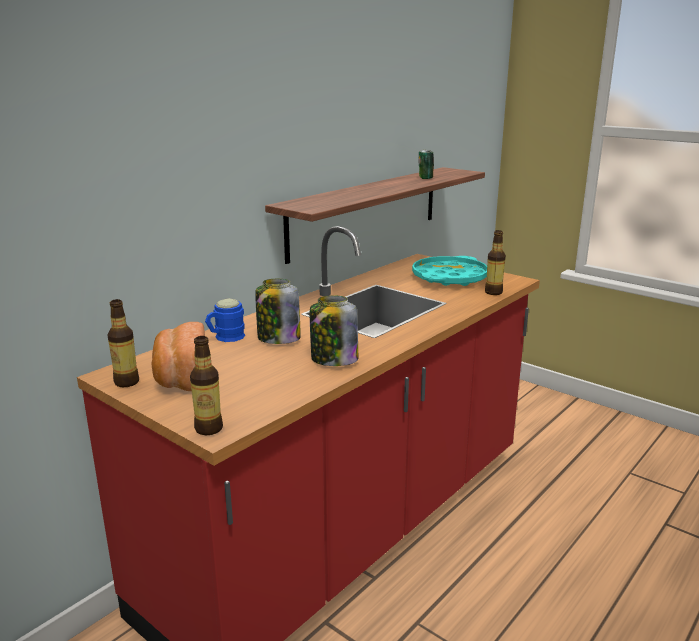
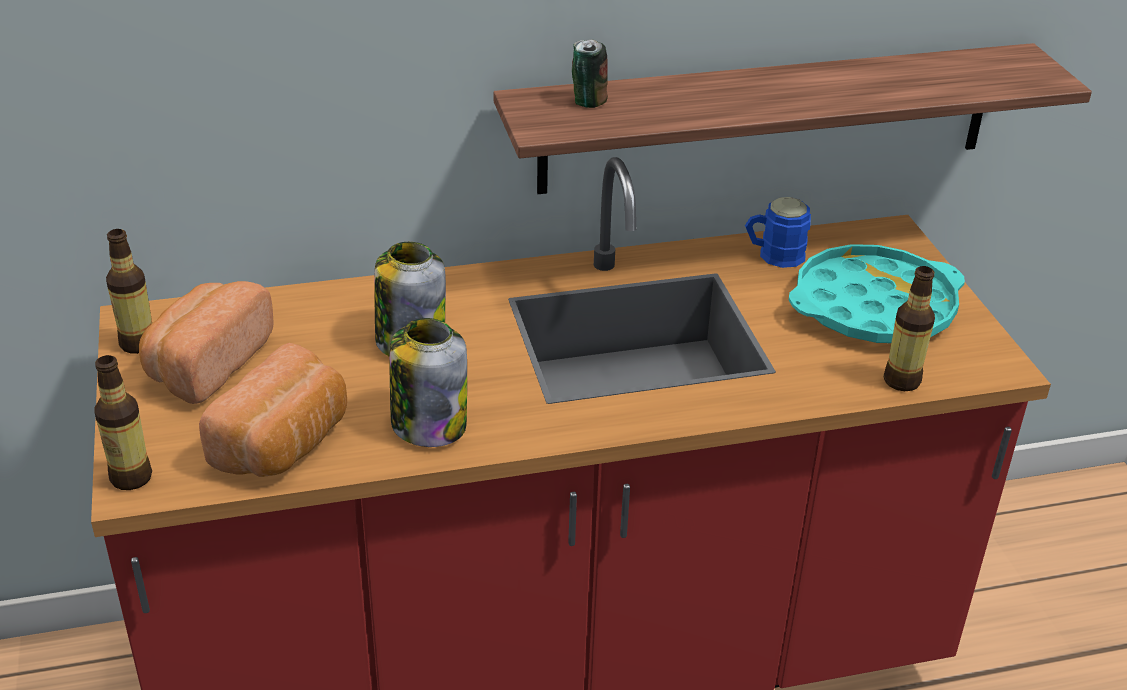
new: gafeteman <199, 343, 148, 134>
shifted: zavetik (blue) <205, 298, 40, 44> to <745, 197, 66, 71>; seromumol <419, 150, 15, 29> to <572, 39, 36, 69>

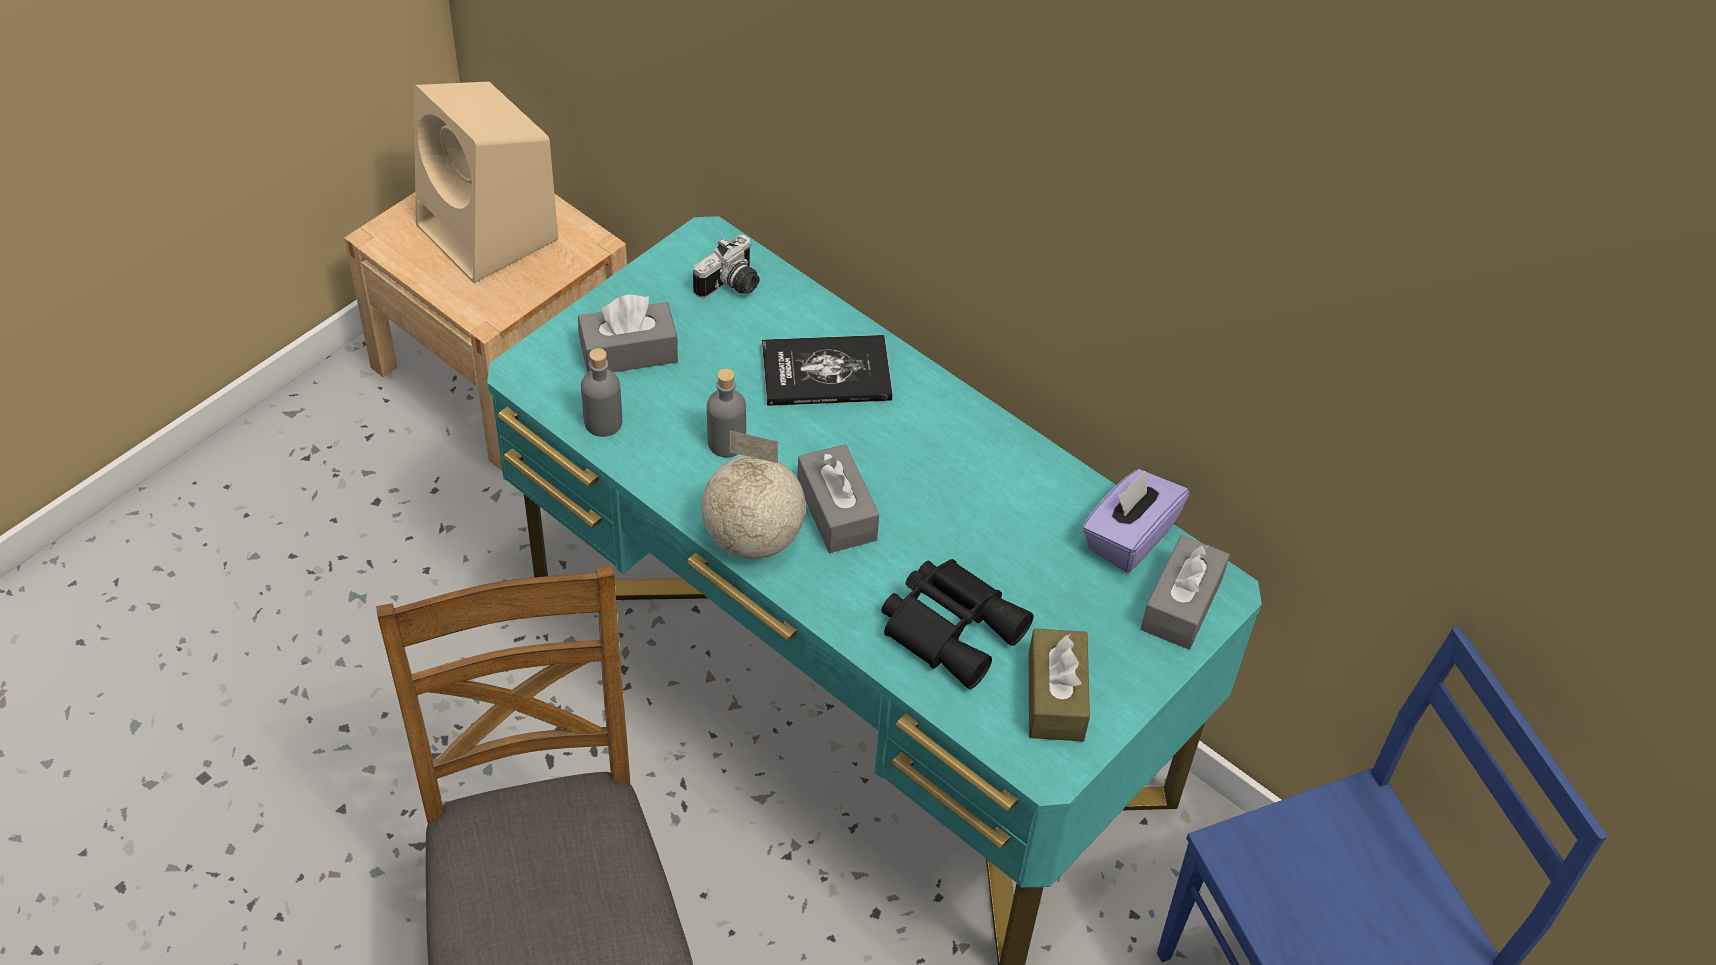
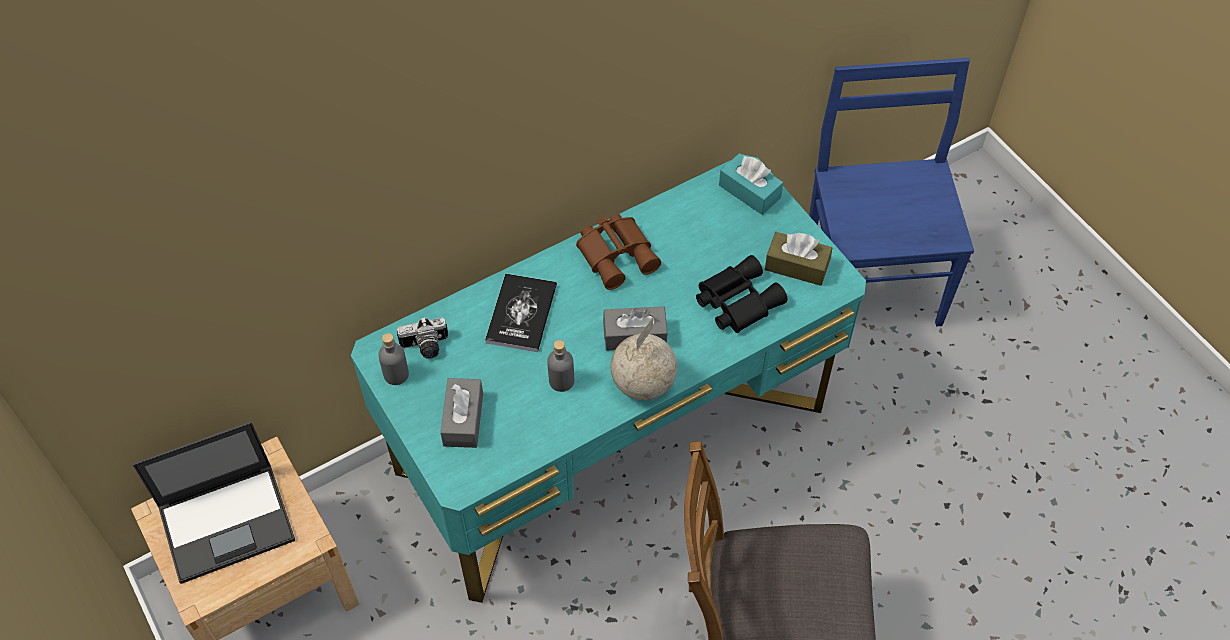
gone: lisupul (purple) <1082, 469, 107, 104>
new: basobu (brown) <576, 214, 85, 76>
shifted: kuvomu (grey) <581, 348, 41, 89> to <378, 333, 31, 52>
swapped: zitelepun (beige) <414, 82, 145, 201> to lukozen <133, 421, 162, 163>
repainted: lisupul (grey) <1141, 535, 89, 114> to lisupul (turquoise) <719, 153, 64, 62>
rotated: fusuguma <693, 235, 67, 63> = <397, 317, 51, 42> 105 degrees clockwise

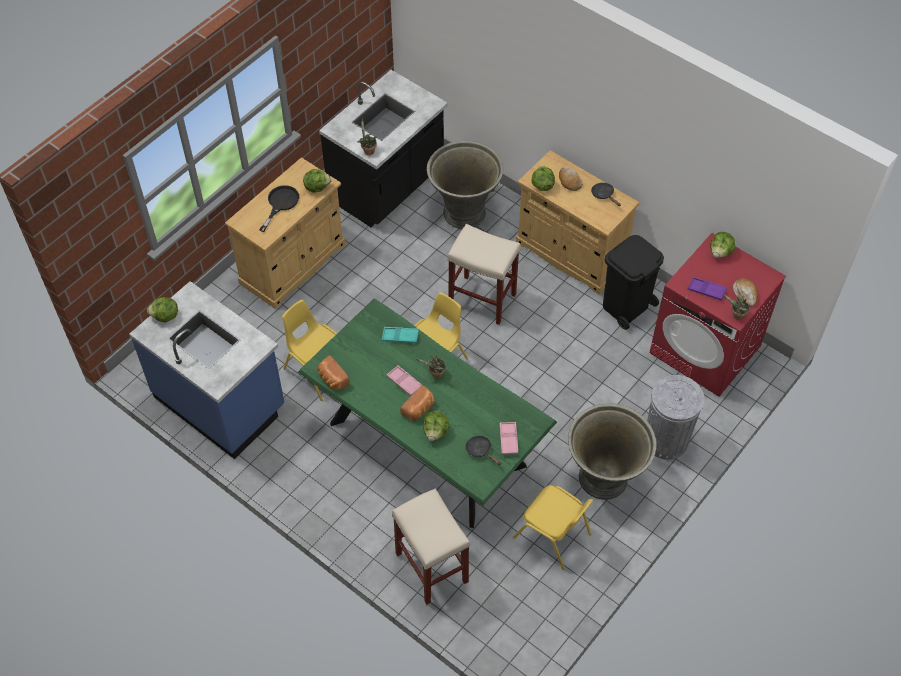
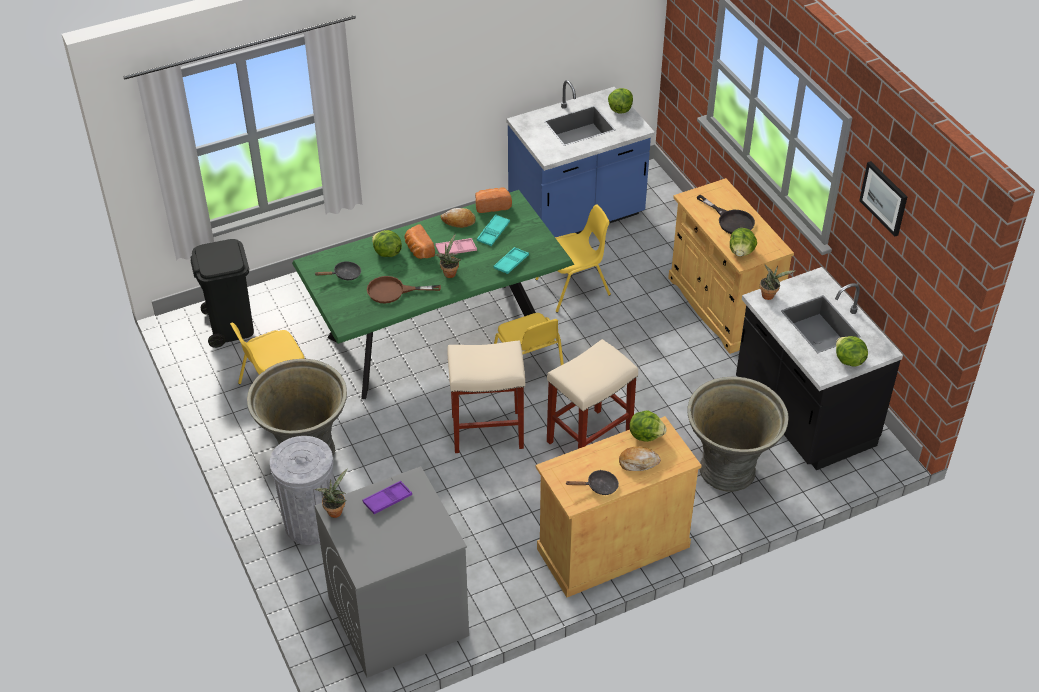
gone: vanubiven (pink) <500, 422, 18, 33>
new: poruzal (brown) <367, 276, 74, 28>; vanubiven (turquoise) <477, 214, 33, 32>; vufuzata <859, 161, 48, 75>
shifted: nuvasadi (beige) <392, 488, 78, 117> to <447, 341, 78, 112>; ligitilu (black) <603, 235, 61, 95> to <190, 239, 64, 109>; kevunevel <710, 232, 25, 26> to <836, 336, 32, 31>; gafeteman <733, 278, 25, 29> to <440, 208, 36, 20>
repainted: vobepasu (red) <649, 233, 137, 164> to vobepasu (grey) <314, 466, 155, 212>

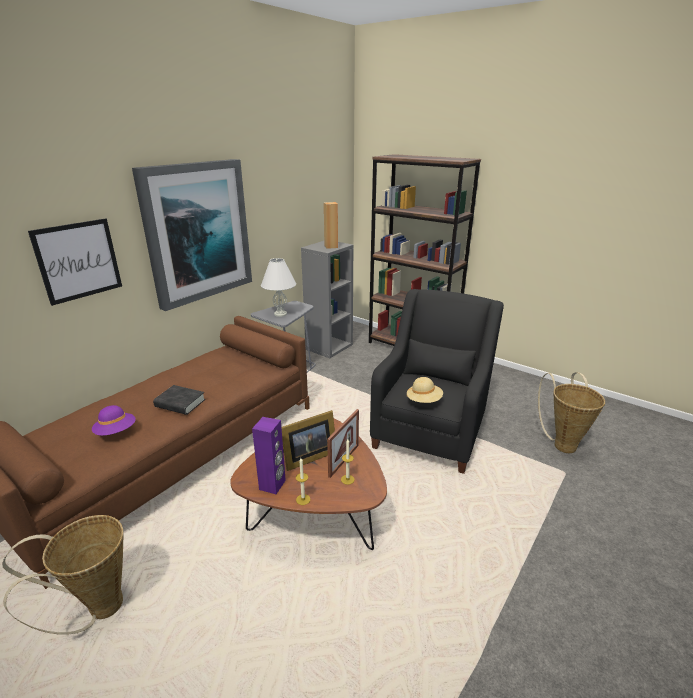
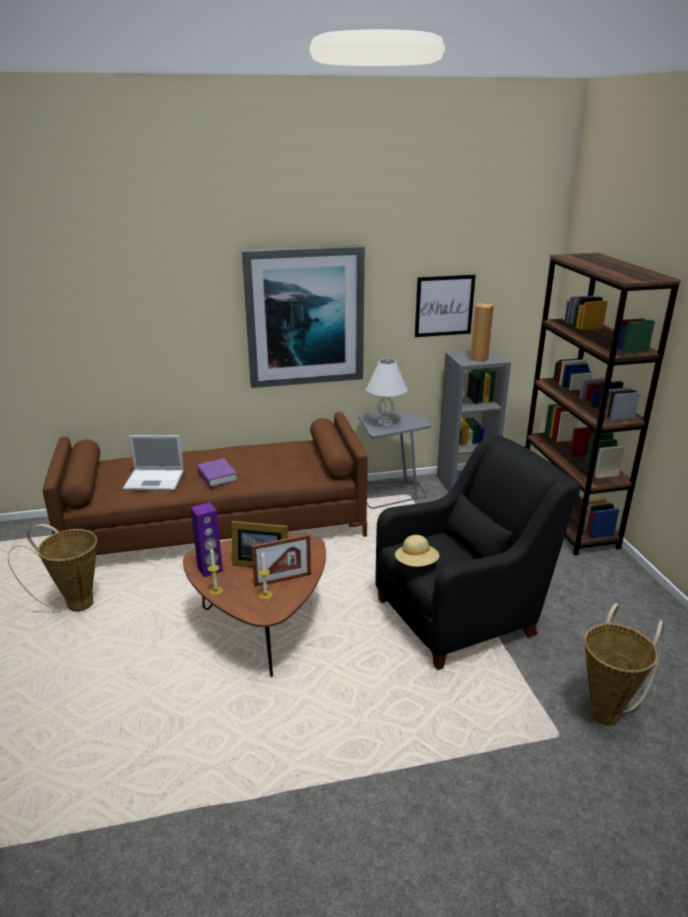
shifted: vufuzata <28, 218, 94, 88> to <415, 275, 61, 62>
swapped: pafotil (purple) <92, 405, 44, 31> to lukozen <123, 435, 61, 55>
repainted: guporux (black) <153, 385, 52, 30> to guporux (purple) <197, 458, 41, 29>

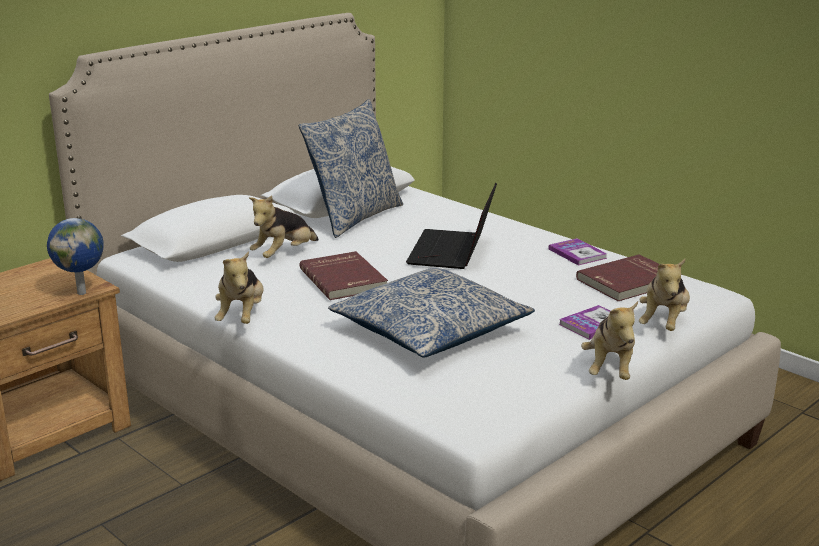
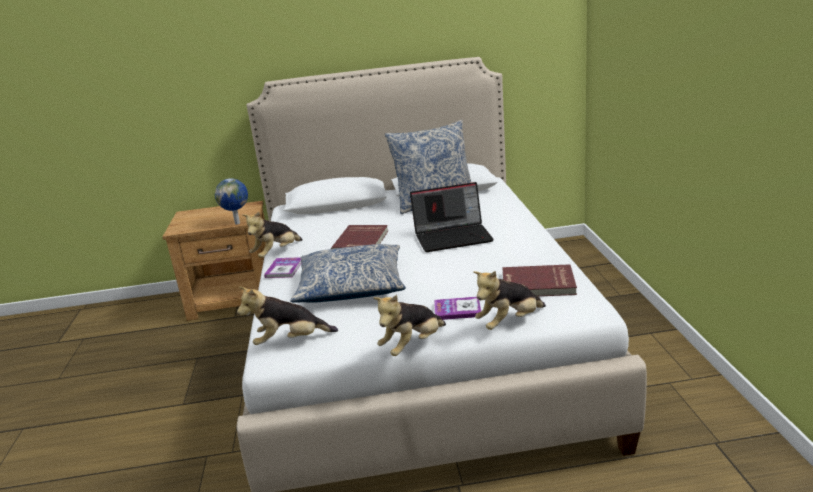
shifted: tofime <249, 196, 70, 62> to <237, 286, 101, 59>; guporux <548, 238, 59, 27> to <264, 257, 38, 21>
rotated: lukozen <406, 183, 91, 86> = <410, 182, 84, 70> 150 degrees counterclockwise

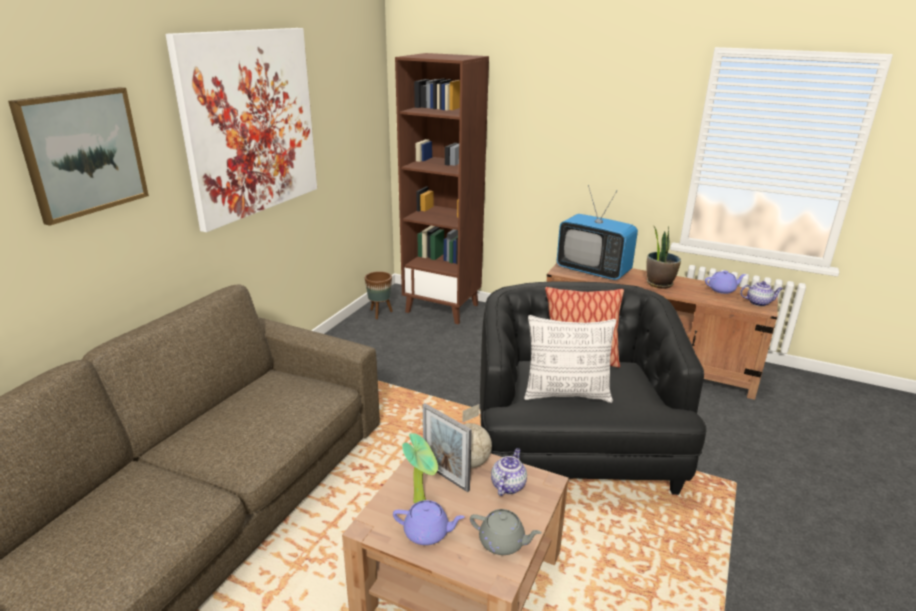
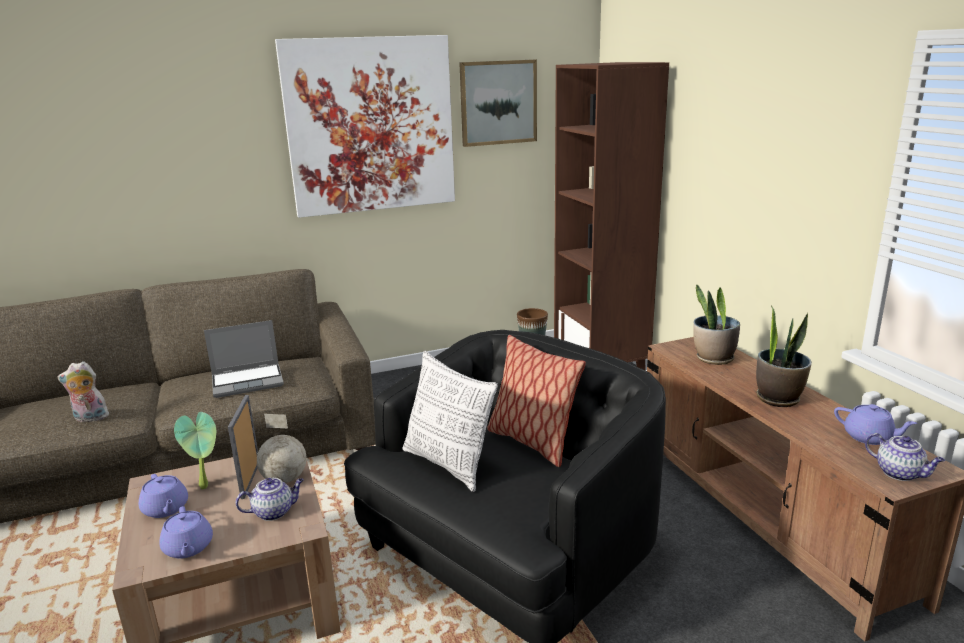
new: tofime <58, 361, 51, 61>; lukozen <204, 320, 80, 78>
shifted: vufuzata <8, 87, 141, 139> to <459, 60, 78, 87>
swapped: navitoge <557, 185, 81, 95> to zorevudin <693, 284, 47, 81>
repainted: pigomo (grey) <470, 509, 72, 46> to pigomo (purple) <159, 506, 54, 53>

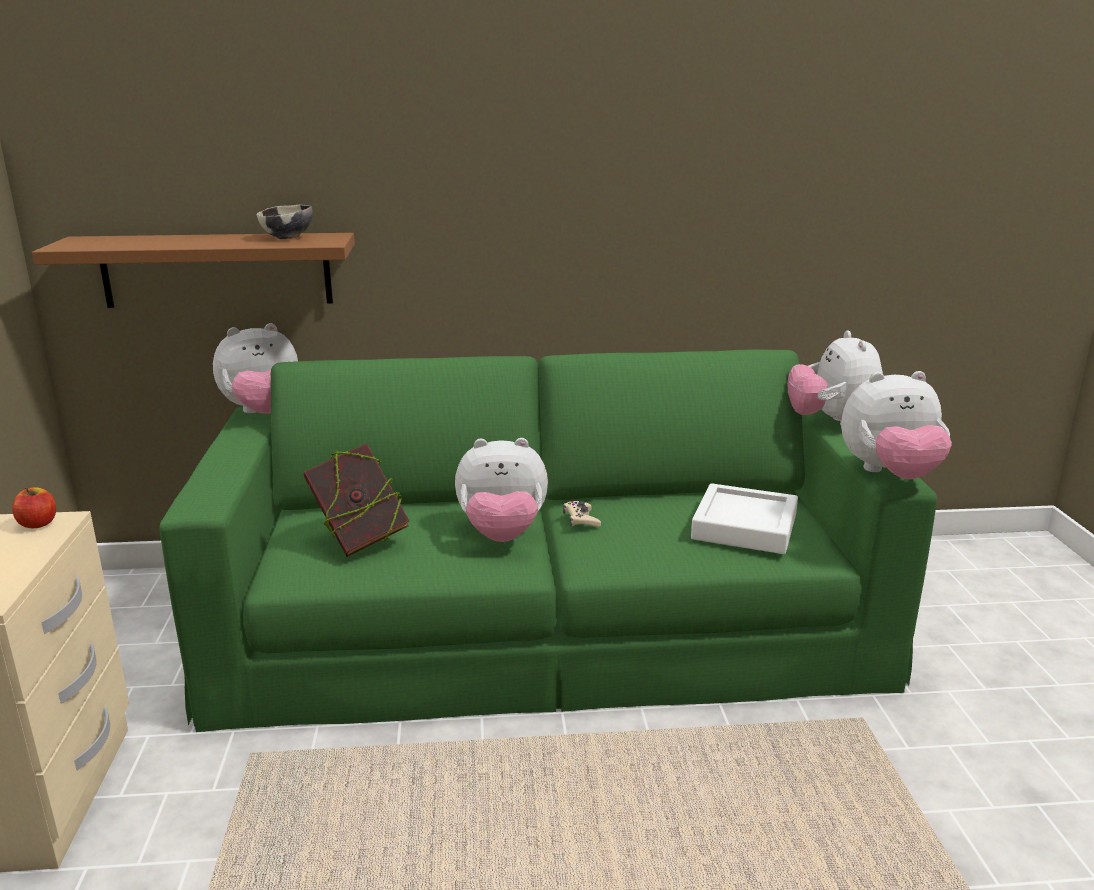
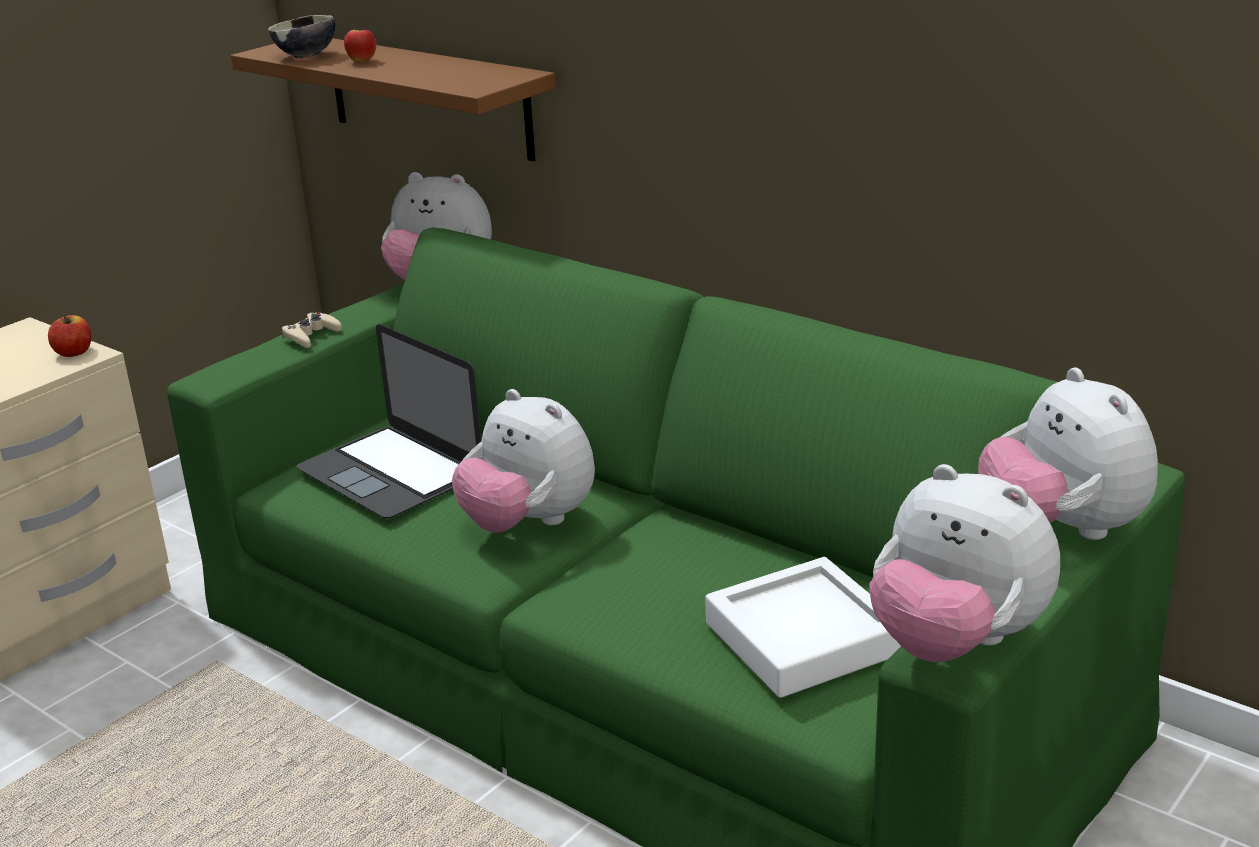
new: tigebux <344, 23, 32, 40>
shifted: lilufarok <257, 205, 56, 34> to <268, 15, 67, 43>; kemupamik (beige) <563, 501, 38, 26> to <281, 312, 61, 36>
swapped: guporux <304, 443, 105, 114> to lukozen <297, 324, 185, 195>
rotated: tofime <787, 331, 96, 94> = <978, 367, 180, 173> 60 degrees counterclockwise

